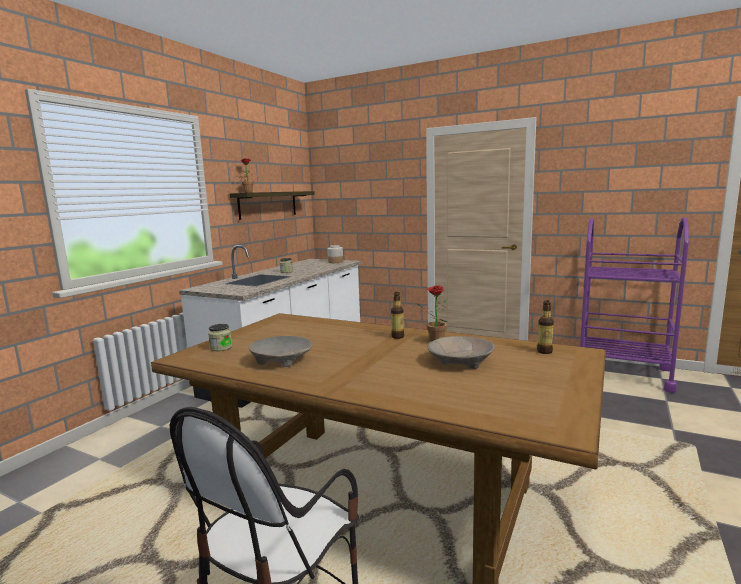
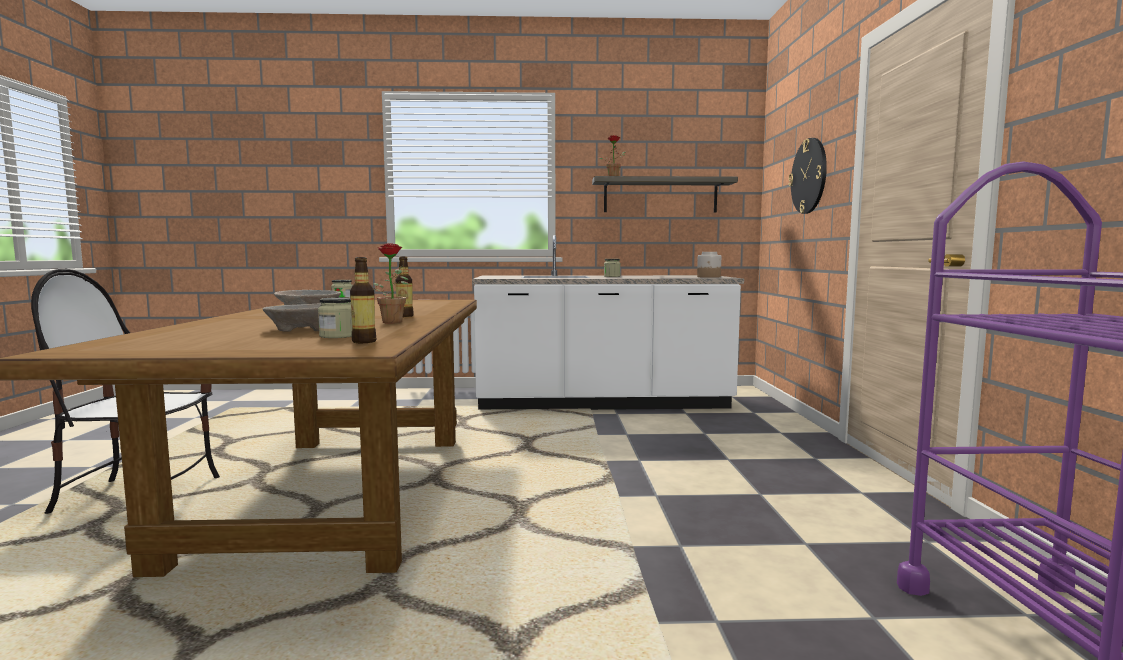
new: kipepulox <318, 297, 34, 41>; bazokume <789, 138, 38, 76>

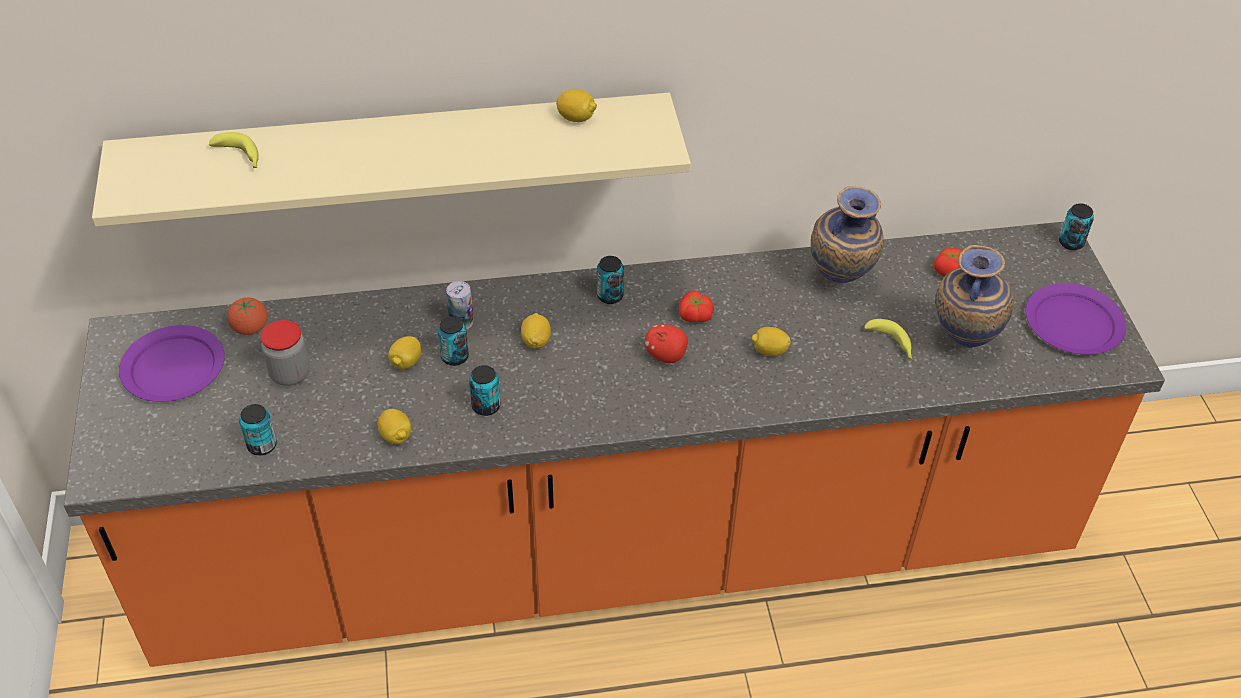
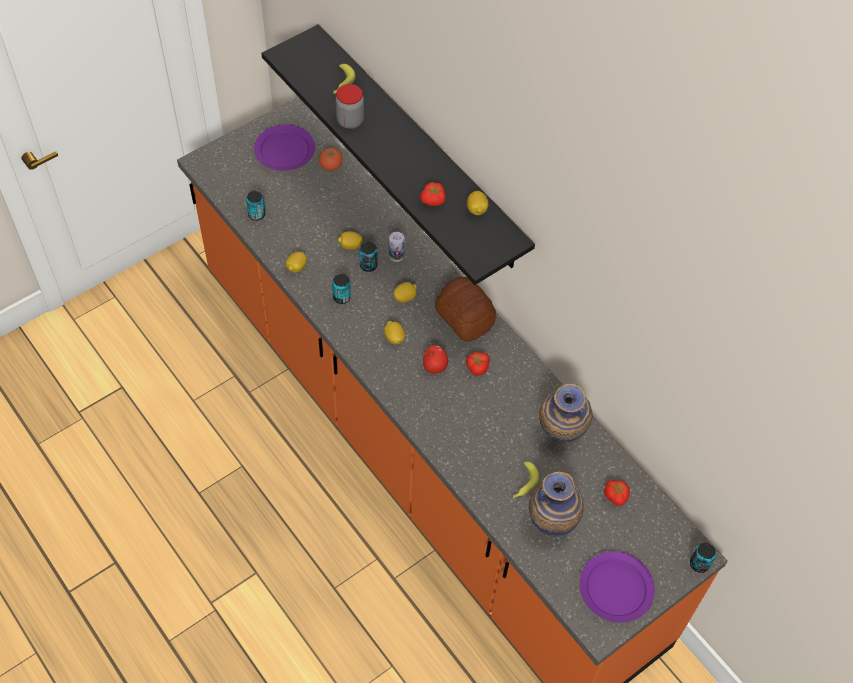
new: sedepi <420, 182, 26, 24>
shifted: kipepulox <260, 320, 50, 66> to <336, 84, 28, 45>; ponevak <751, 327, 40, 29> to <384, 321, 21, 23>
swapped: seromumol <597, 256, 27, 48> to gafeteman <435, 277, 61, 65>
repainted: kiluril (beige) <92, 93, 599, 134> to kiluril (black) <261, 25, 274, 260>

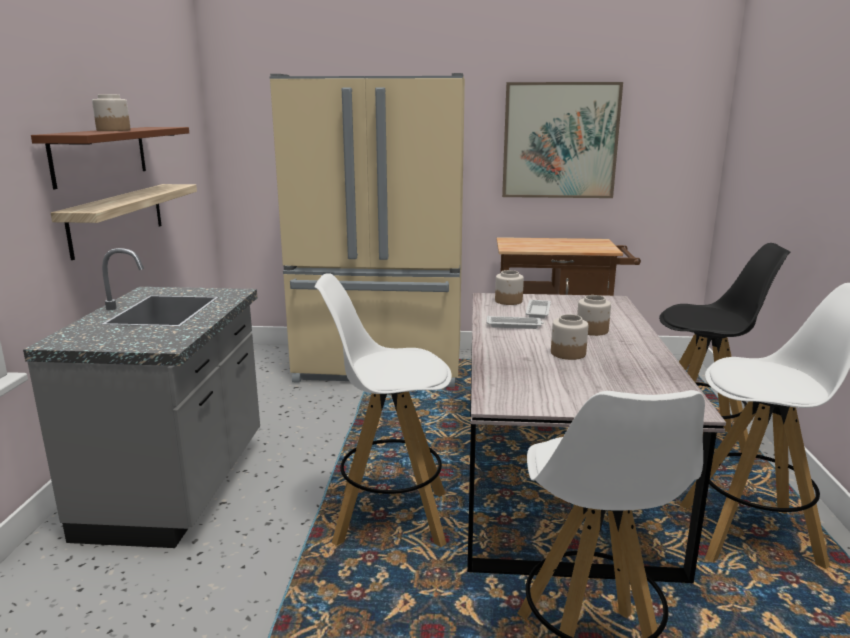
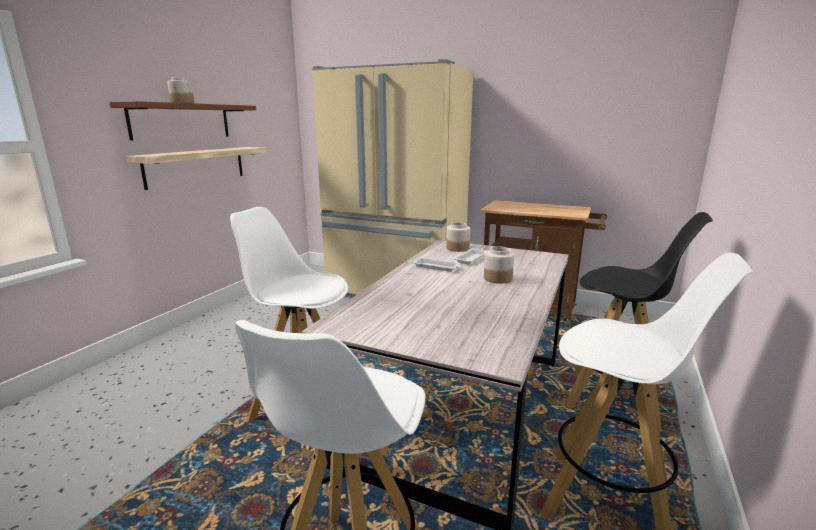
gone: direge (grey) <23, 248, 237, 300>; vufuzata <502, 82, 121, 116>; kipepulox <551, 314, 37, 46>

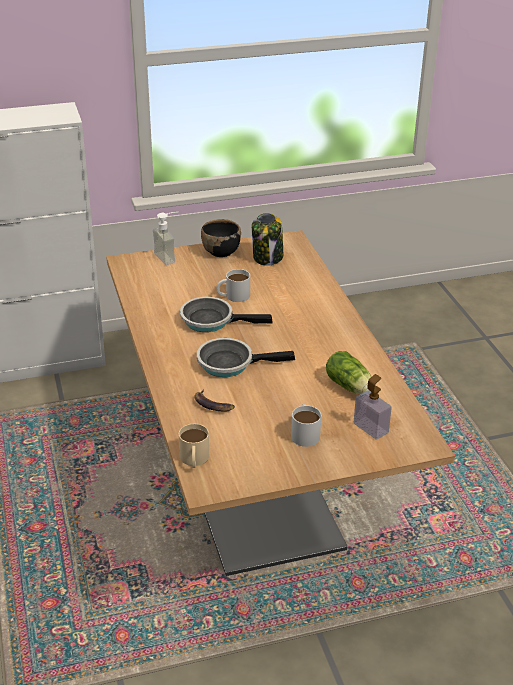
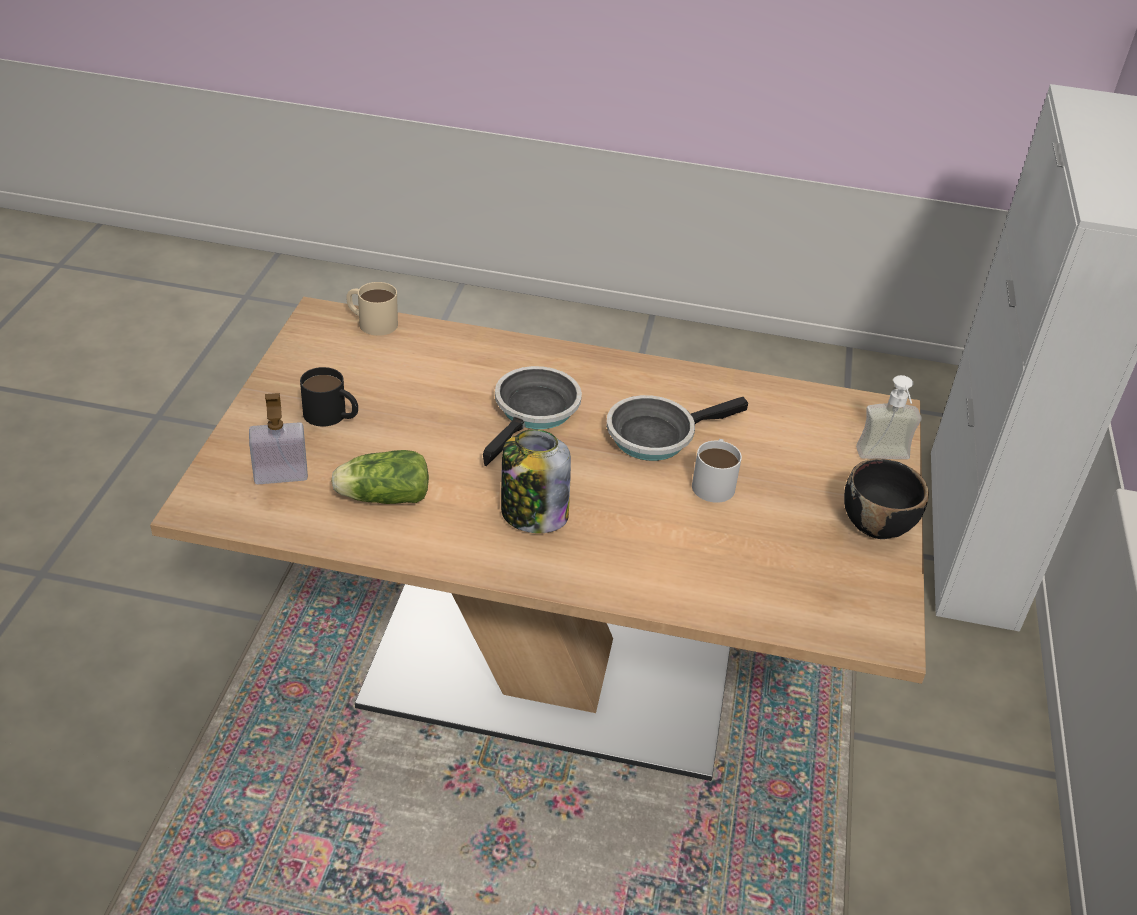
gone: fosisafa <194, 389, 41, 23>
shifted: kipepulox <252, 213, 31, 53> to <501, 429, 70, 104>
repainted: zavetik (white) <291, 404, 30, 43> to zavetik (black) <300, 367, 58, 60>
rotated: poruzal <180, 297, 93, 35> = <606, 395, 142, 66> 150 degrees counterclockwise

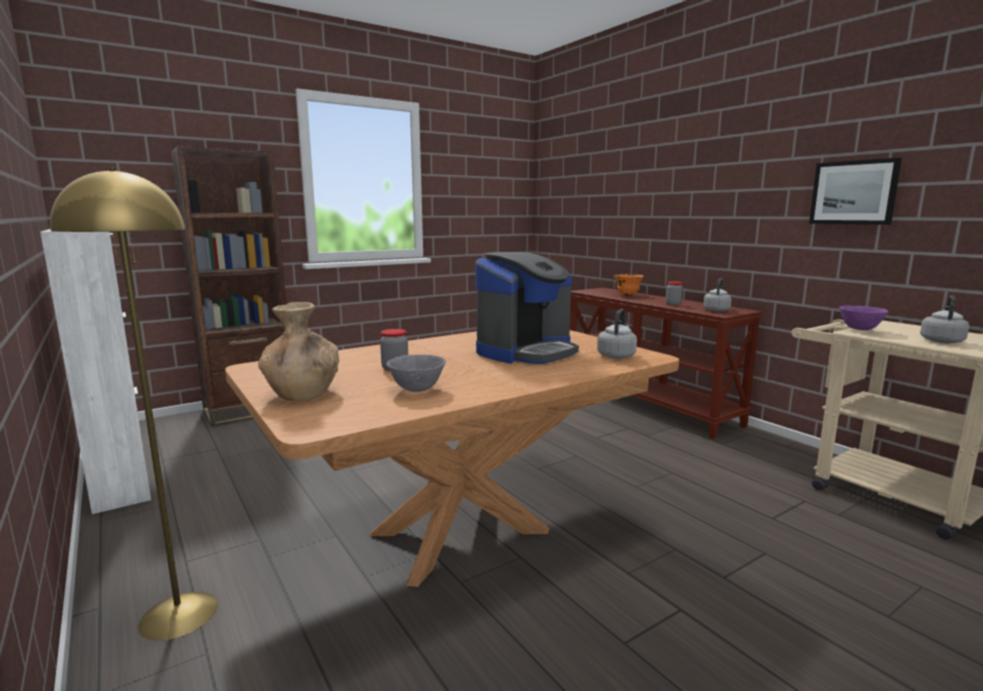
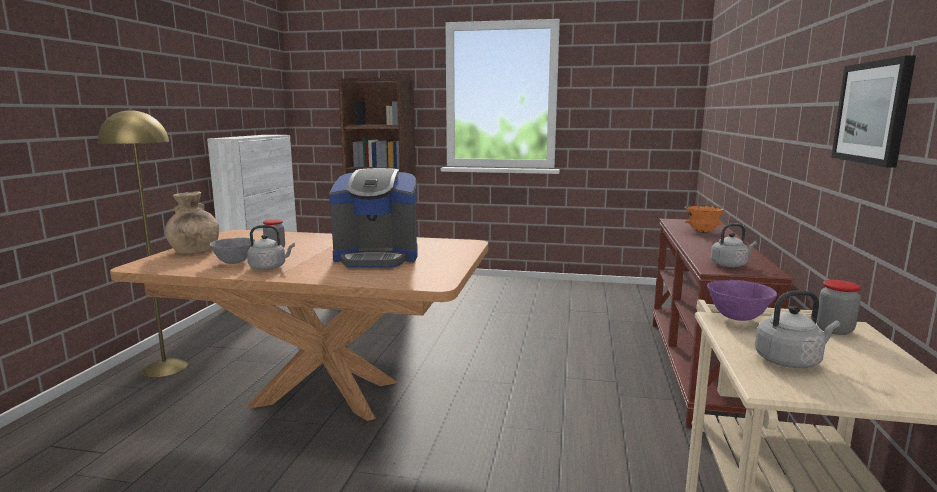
shifted: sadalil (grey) <597, 309, 40, 50> to <247, 225, 48, 45>; kipepulox <666, 281, 17, 25> to <816, 280, 45, 55>

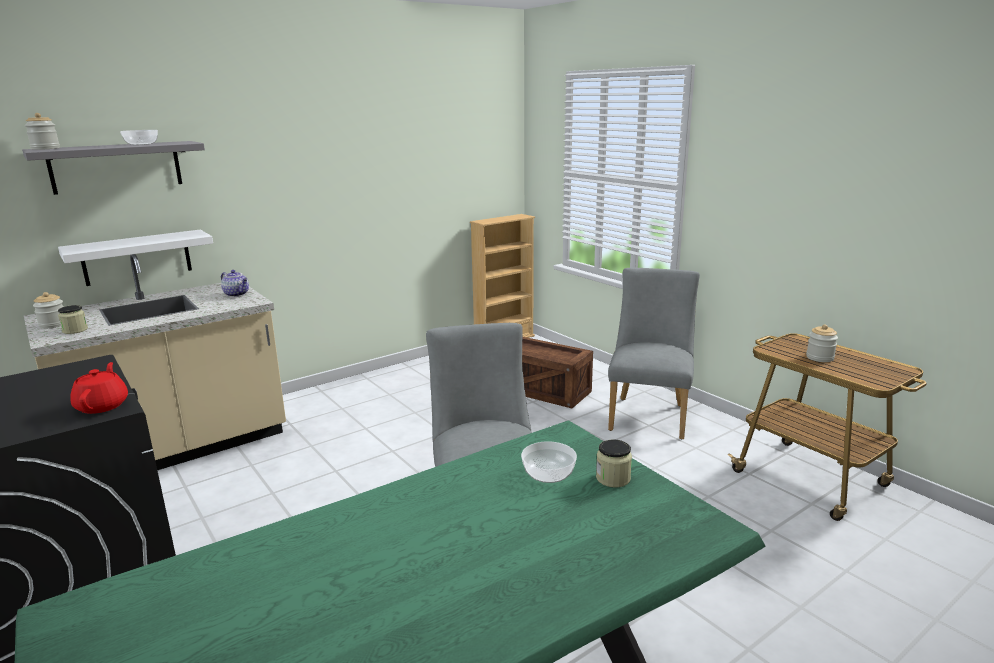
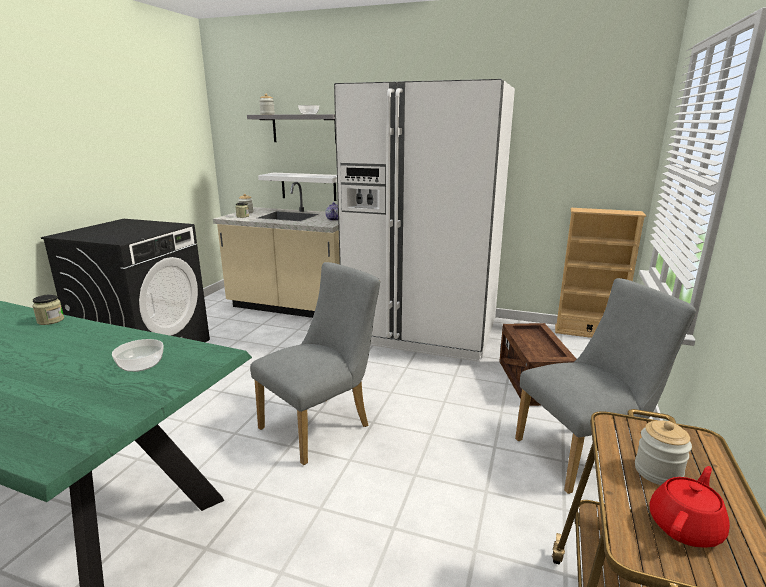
new: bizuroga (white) <334, 79, 181, 283>
shifted: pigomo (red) <70, 362, 58, 52> to <649, 466, 81, 82>; kipepulox <596, 439, 36, 48> to <32, 294, 32, 31>

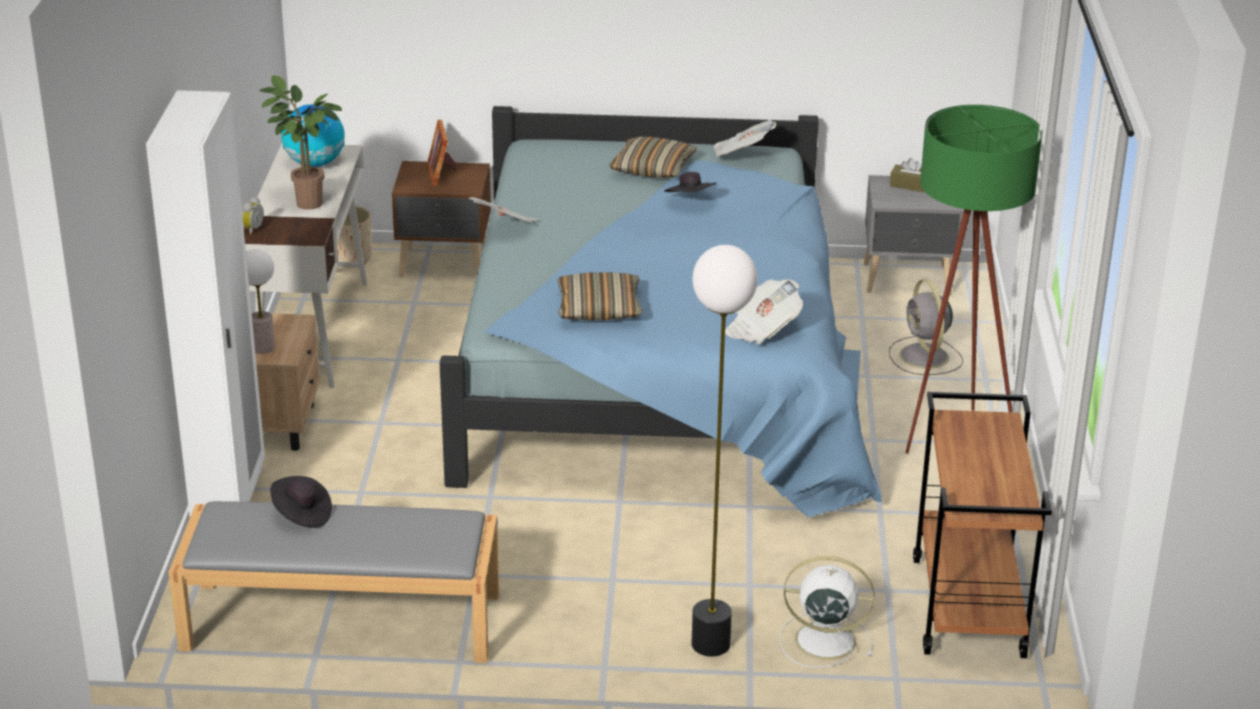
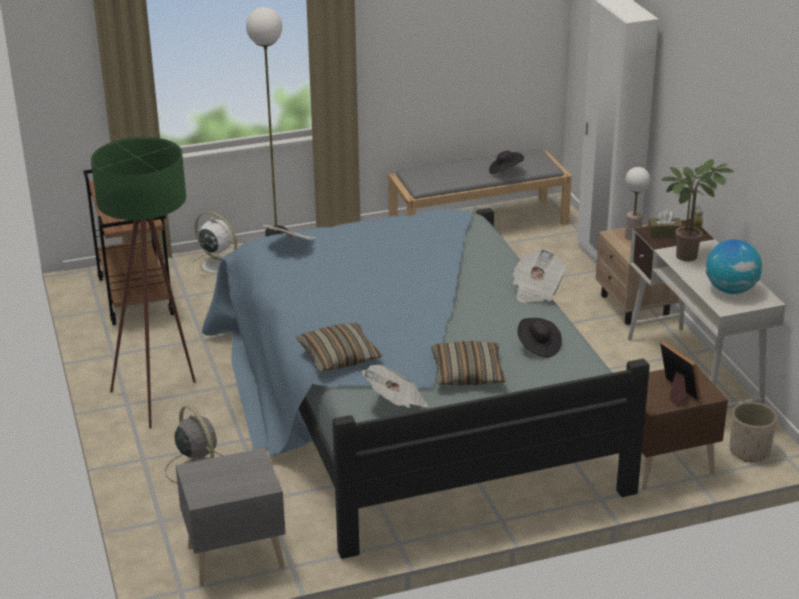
shifted: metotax <557, 272, 85, 48> to <296, 323, 86, 48>; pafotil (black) <664, 172, 52, 20> to <517, 318, 45, 40>; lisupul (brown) <890, 158, 35, 34> to <648, 210, 35, 28>
rotated: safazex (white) <780, 556, 95, 112> = <190, 211, 47, 65> 135 degrees counterclockwise

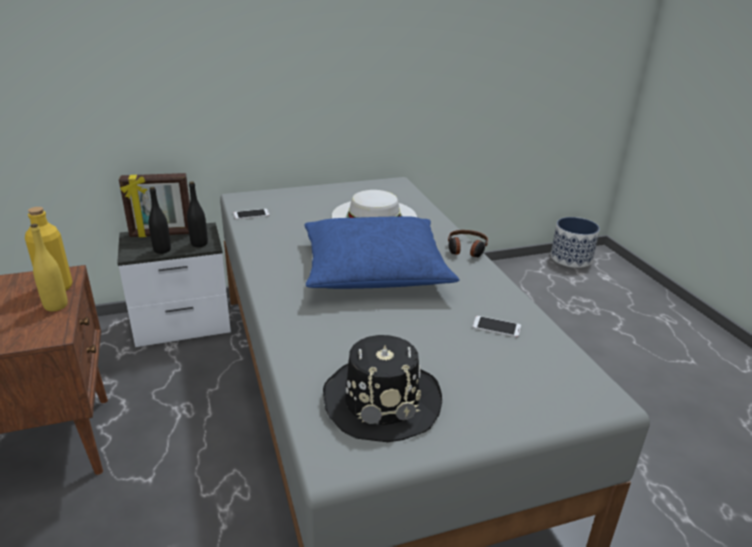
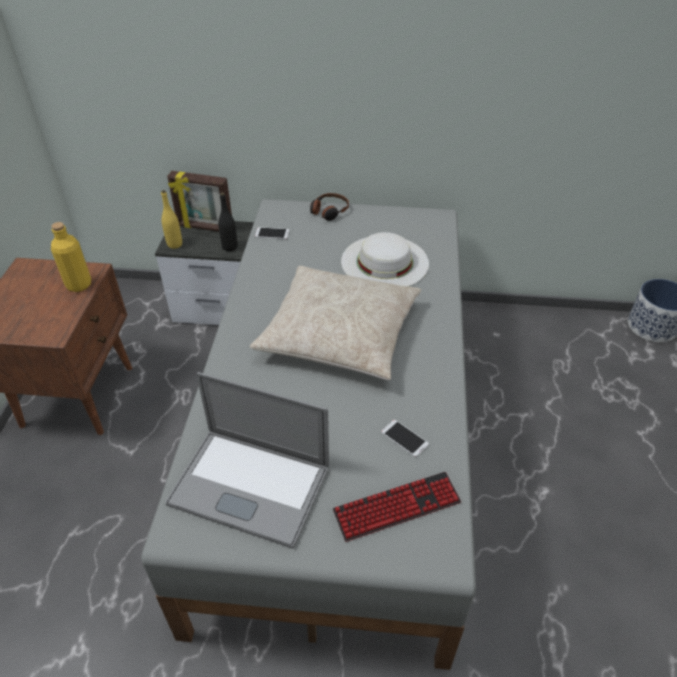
gone: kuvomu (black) <149, 187, 22, 67>
new: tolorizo <333, 472, 128, 70>
shifted: kuvomu (yellow) <30, 224, 38, 87> to <161, 190, 21, 59>; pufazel <448, 230, 40, 27> to <310, 193, 39, 28>
swapped: pafotil (black) <323, 335, 119, 107> to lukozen <165, 372, 164, 177>
repainted: metotax (blue) <304, 216, 155, 73> to metotax (beige) <250, 266, 171, 114>

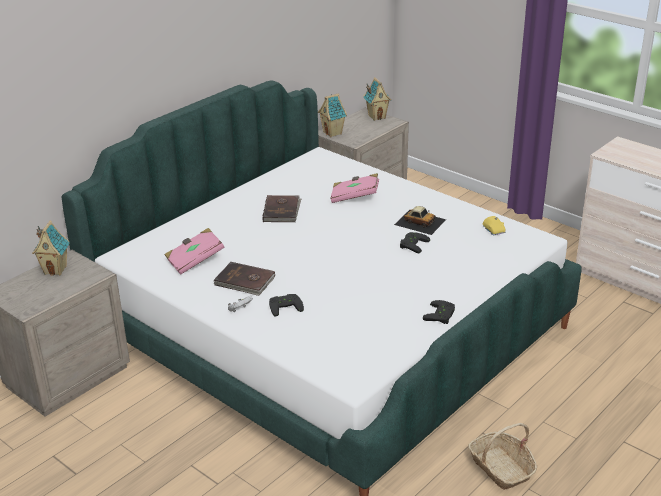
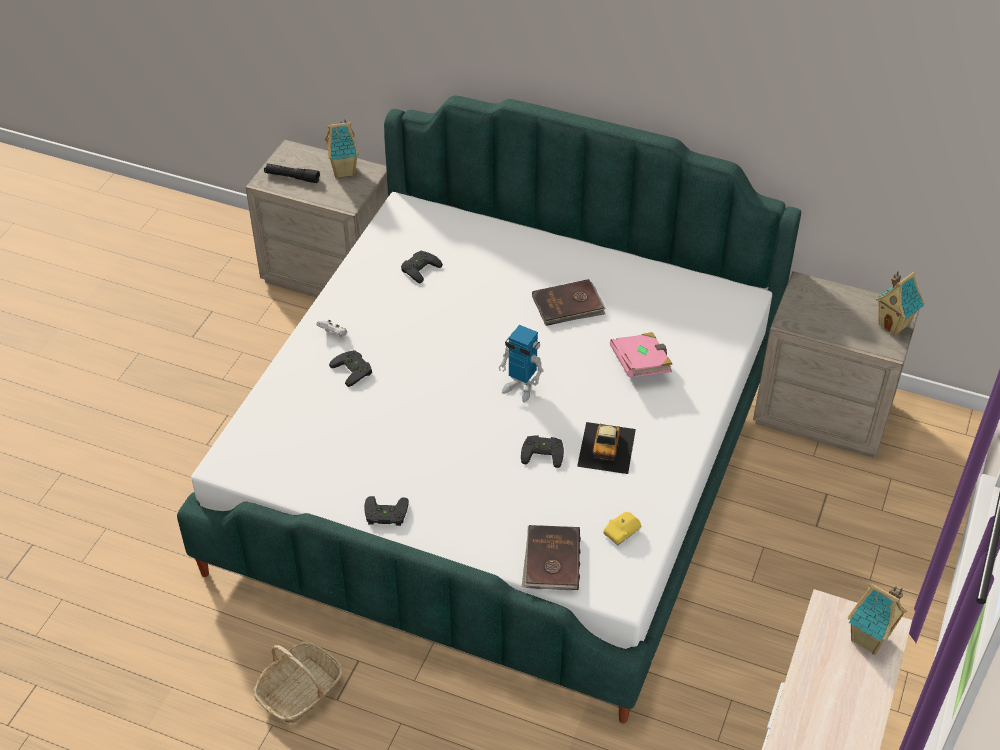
new: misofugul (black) <264, 164, 56, 19>; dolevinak <499, 325, 45, 77>
shifted: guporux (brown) <213, 262, 62, 34> to <522, 525, 59, 65>; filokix <318, 93, 29, 44> to <848, 582, 59, 73>
swapped: guporux (pink) <164, 228, 60, 47> to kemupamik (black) <401, 251, 42, 32>

